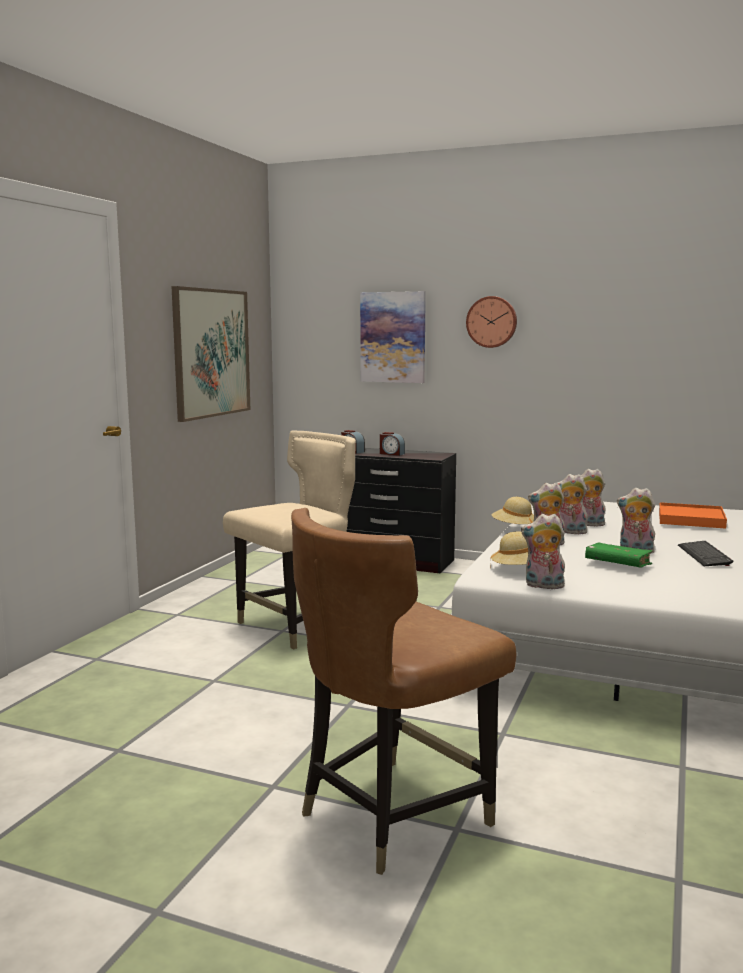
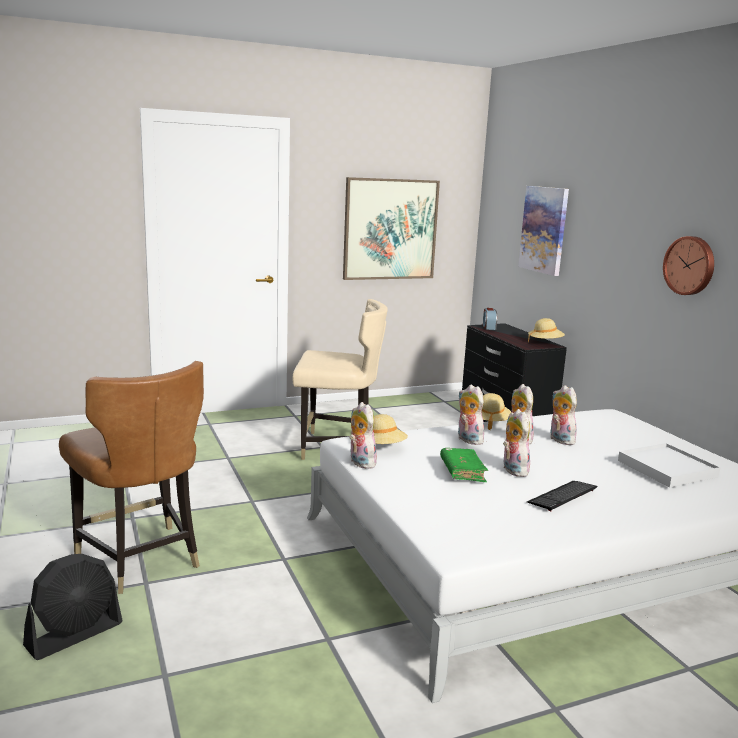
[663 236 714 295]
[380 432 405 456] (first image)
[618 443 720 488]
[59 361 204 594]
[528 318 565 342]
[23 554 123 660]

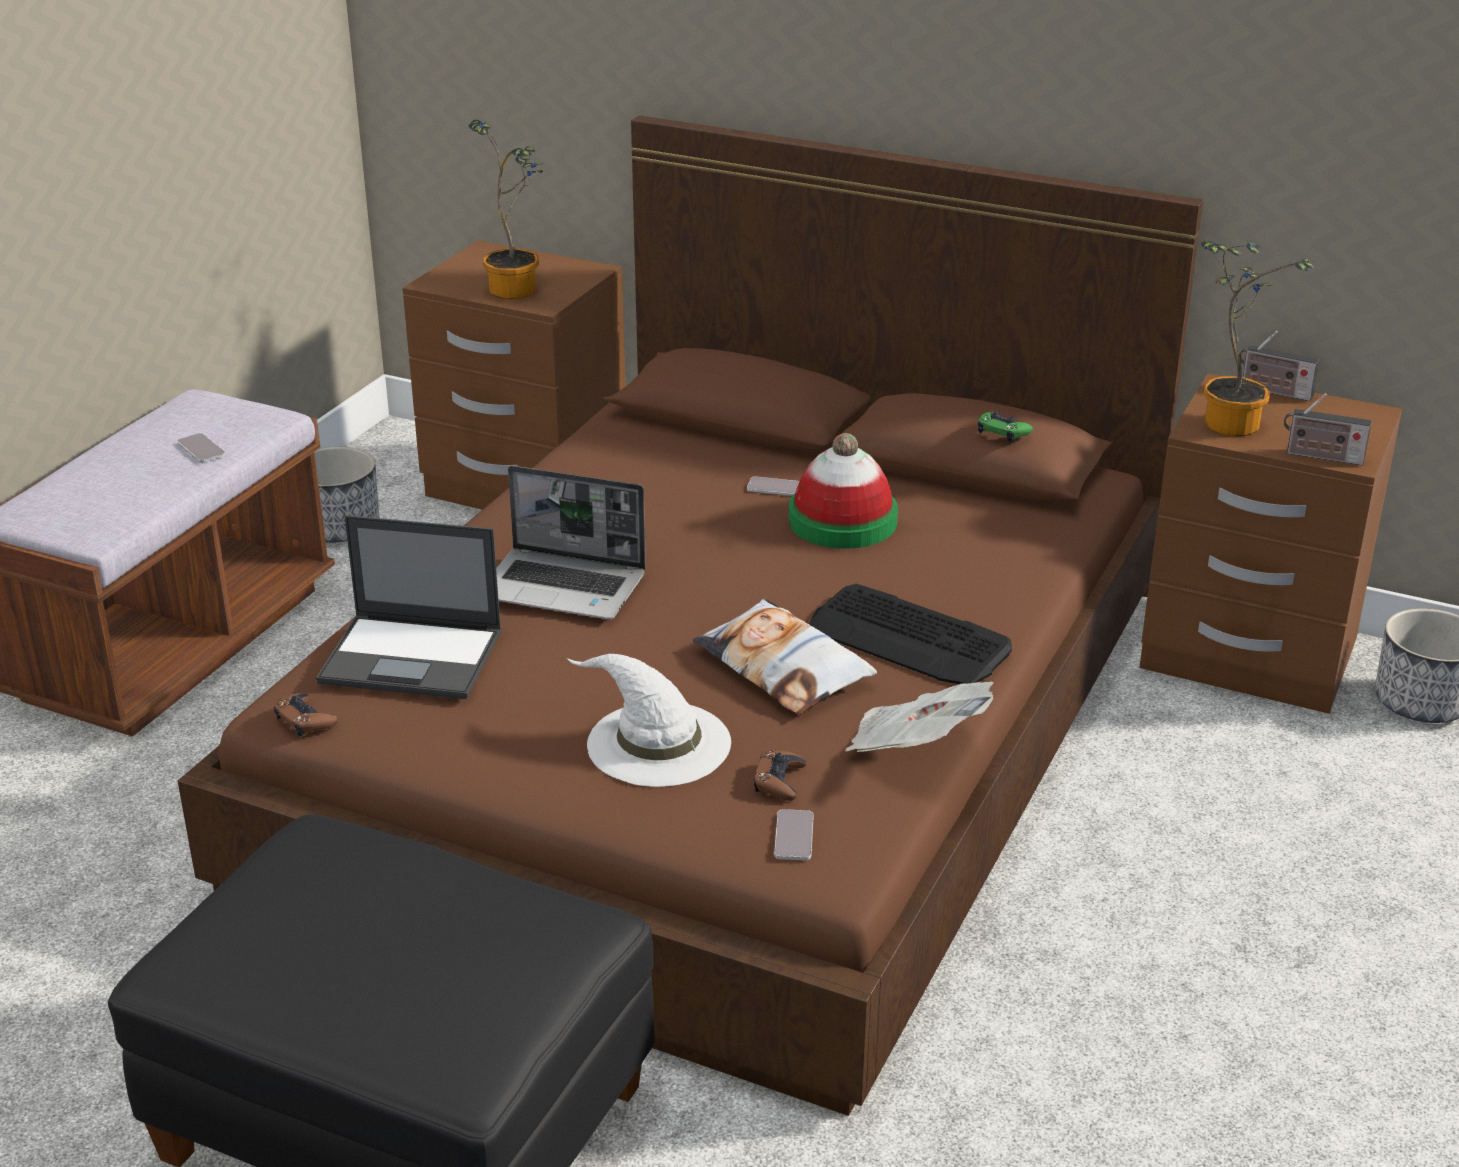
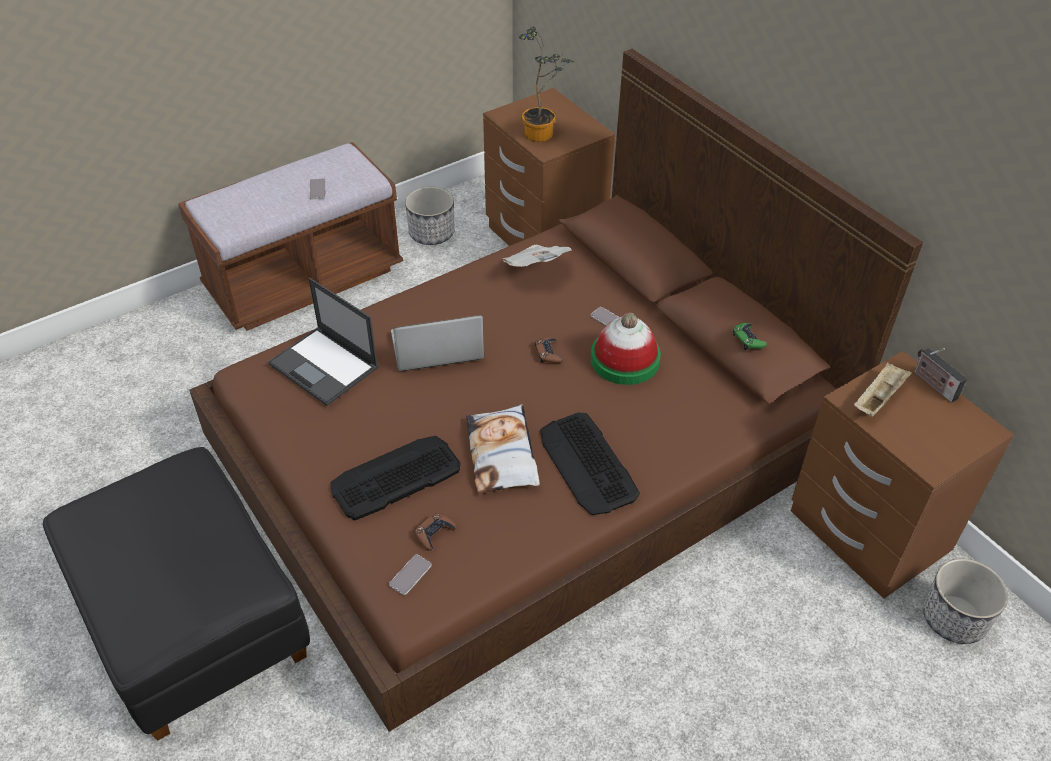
[854 362 912 417]
[1284 393 1372 466] (first image)
[391 315 484 371]
[330 436 460 520]
[503 245 572 267]
[535 337 563 363]

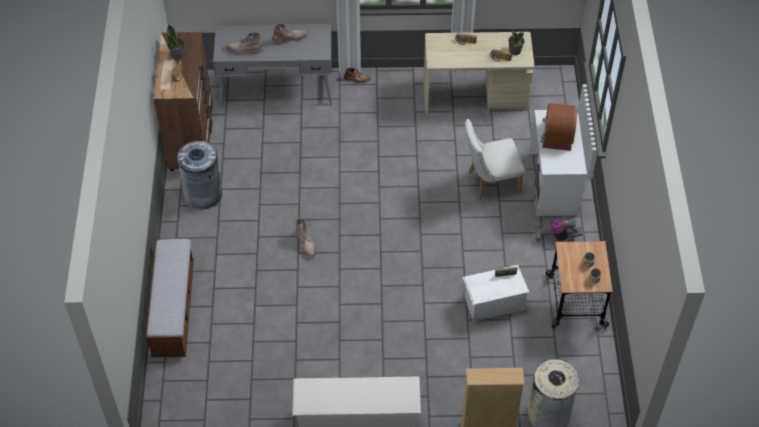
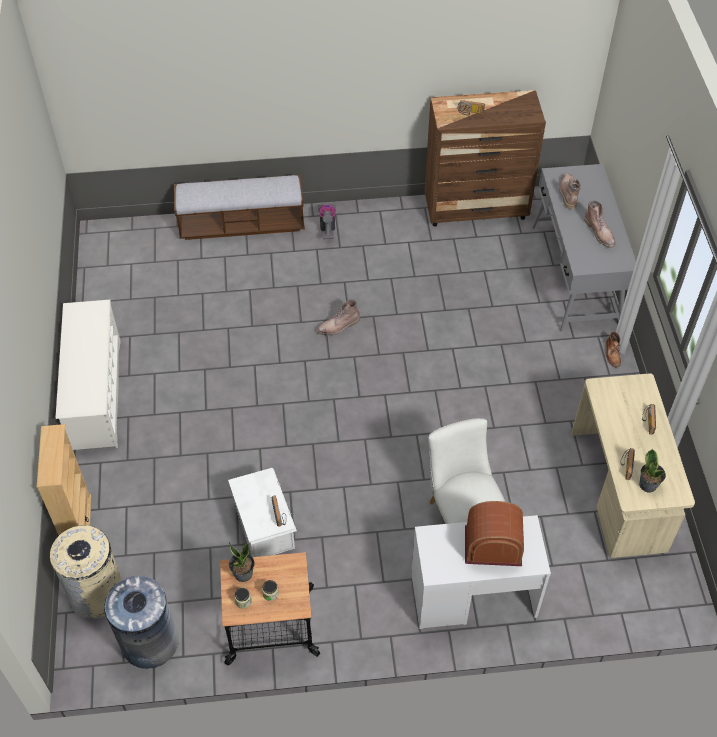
[229 541 255 582]
[104 576 179 669]
[318 204 336 239]

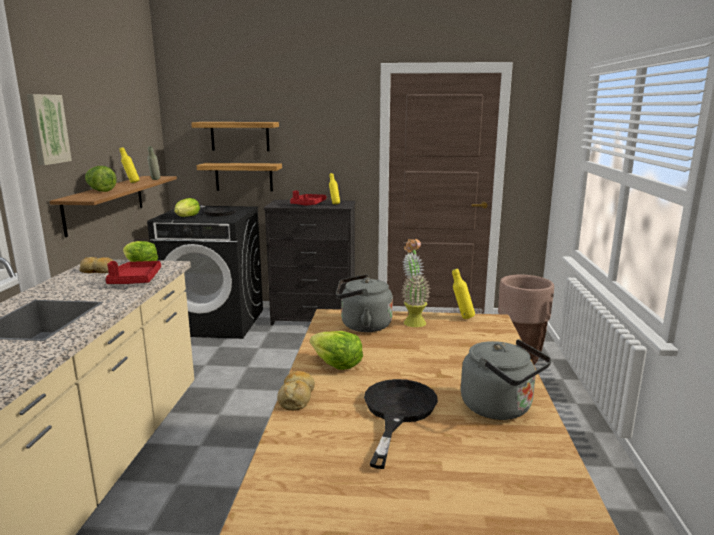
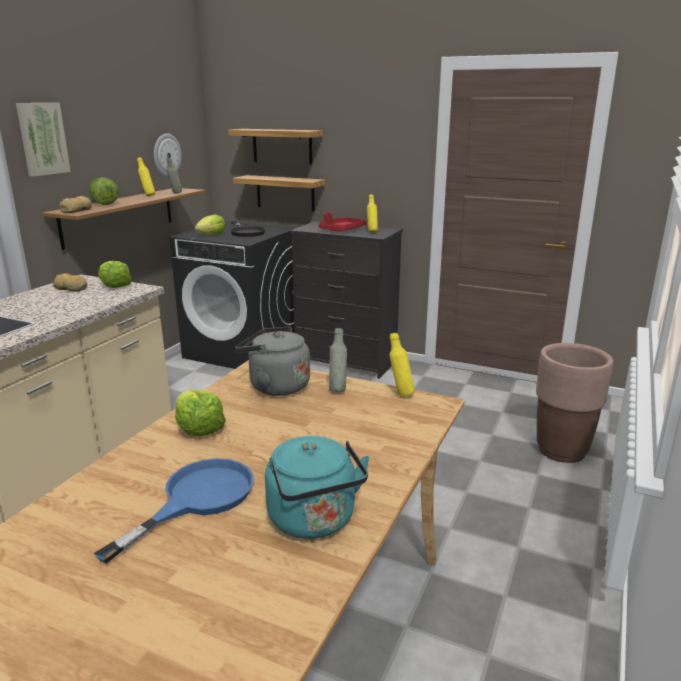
[329 328 347 391]
[105 261 161 284] (first image)
[265 436 370 539]
[59 196 92 213]
[93 458 254 564]
[154 133 182 177]

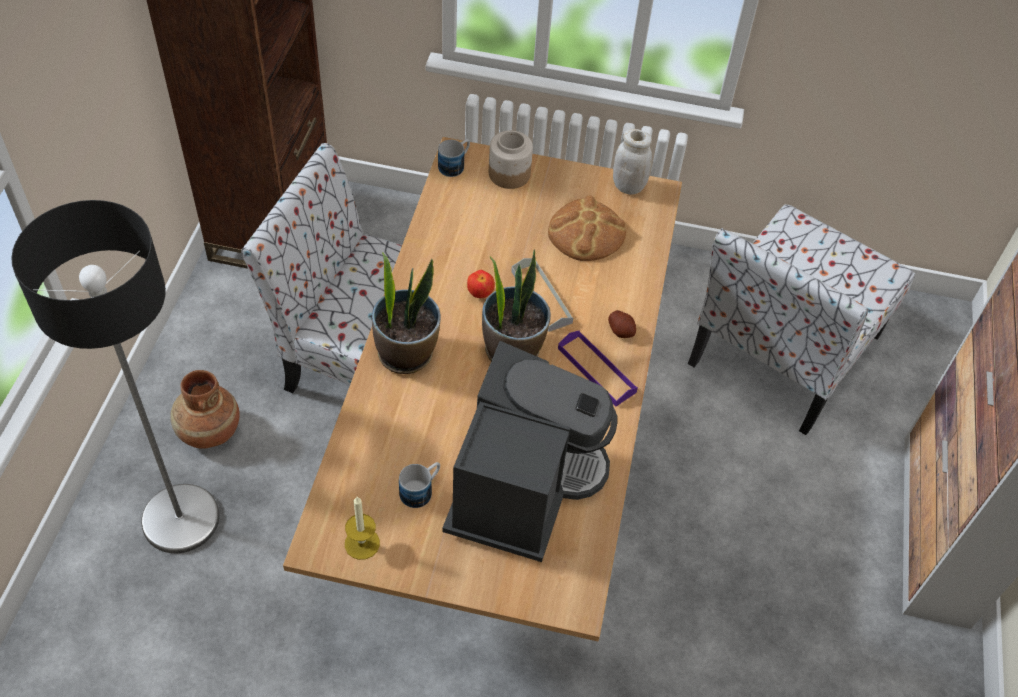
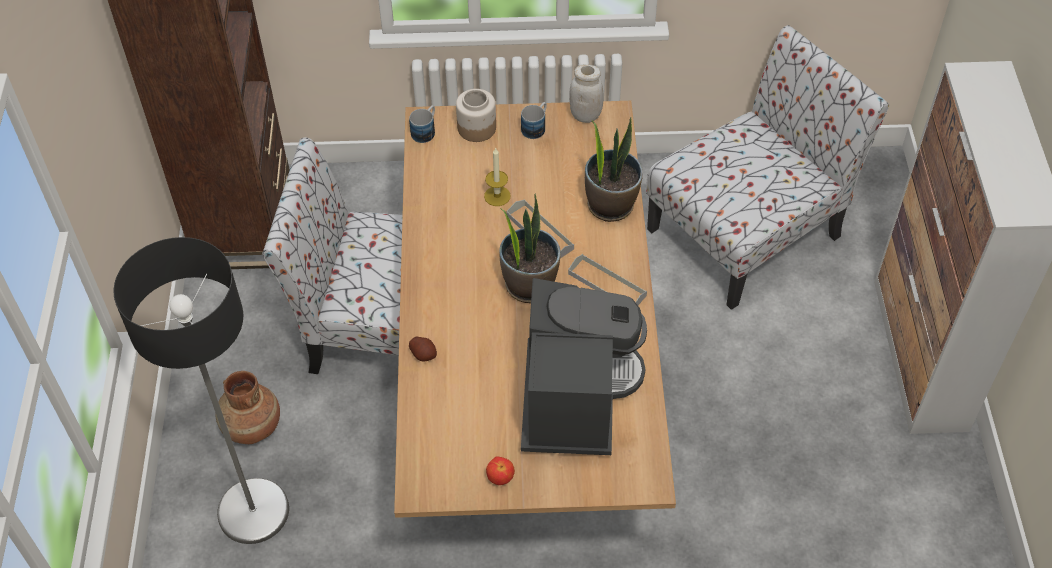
[548 195 626 261] (first image)
[646 25 889 310]
[585 117 643 222]
[486 457 515 485]
[409 337 437 362]
[568 254 647 305]
[521 102 547 139]
[484 147 511 206]

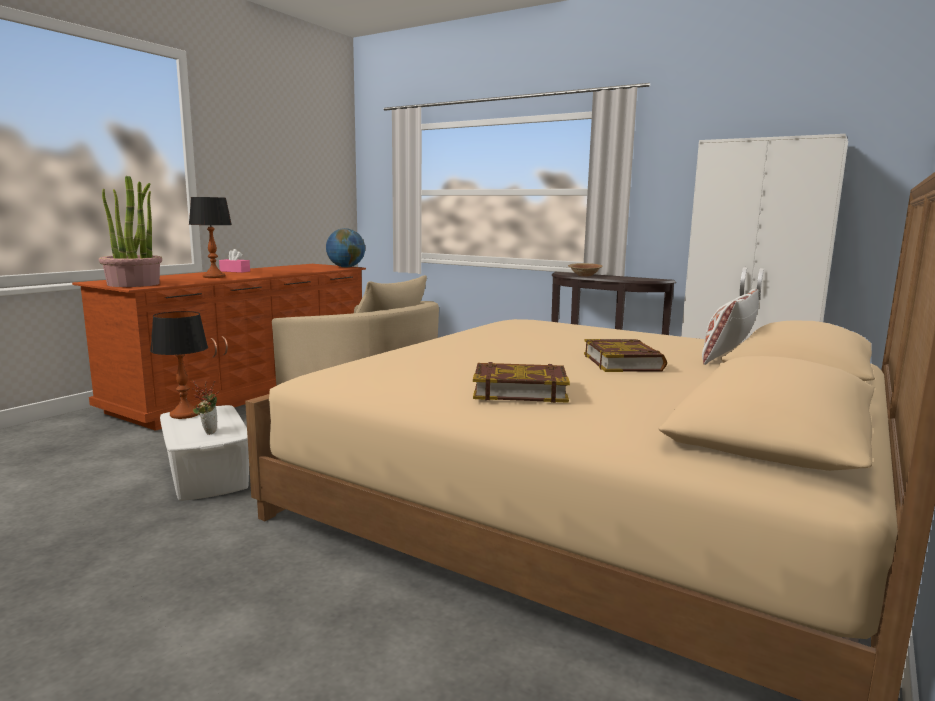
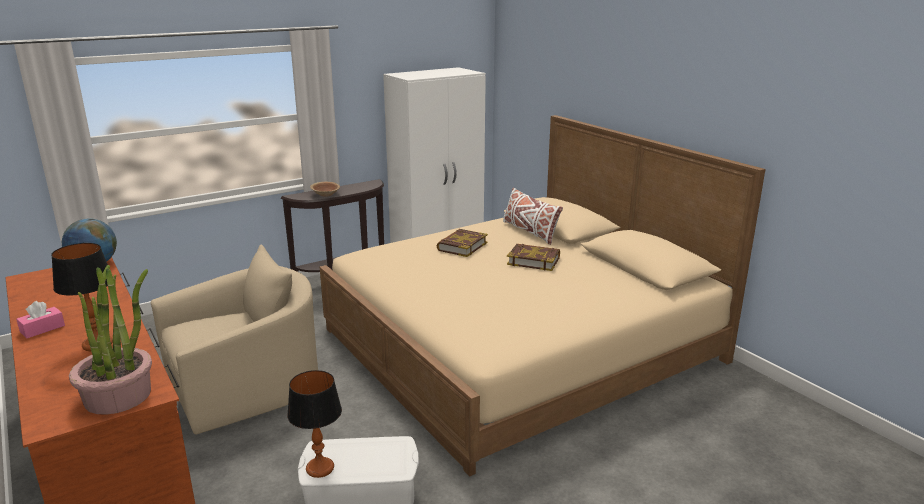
[437 229 488 257]
[192 379 219 435] (first image)

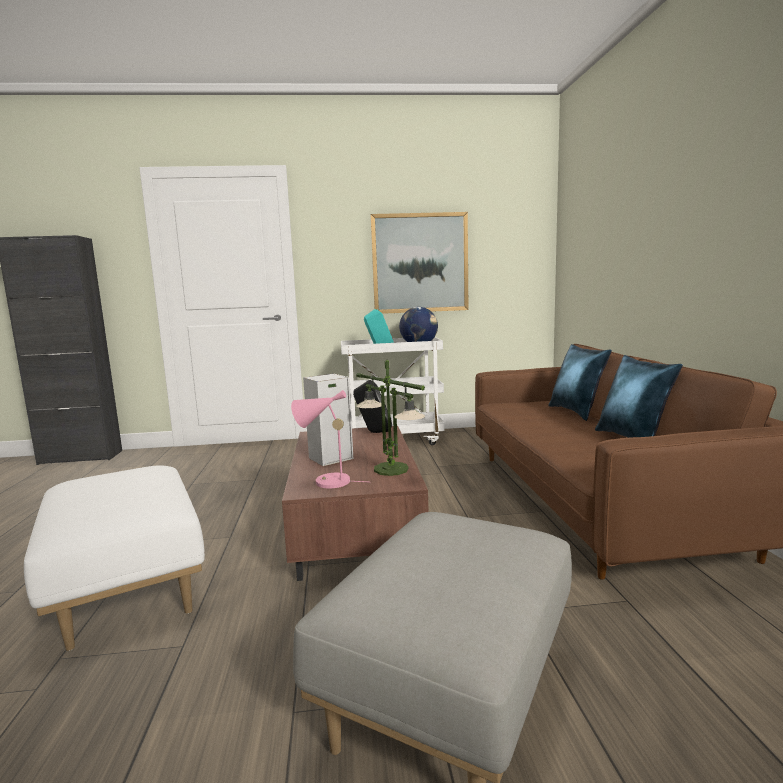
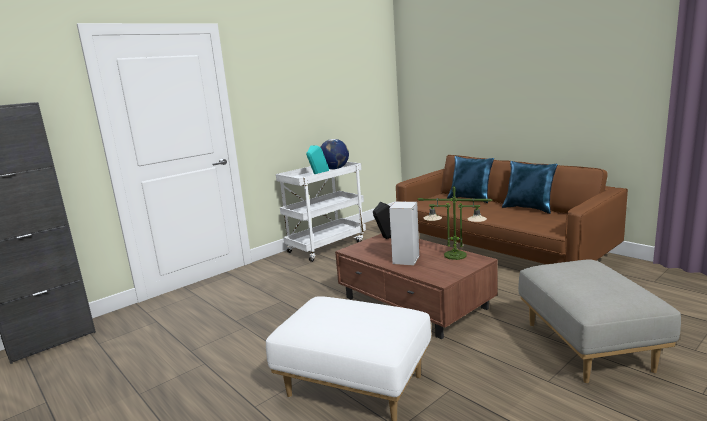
[371 212 468 314] (first image)
[291 390 370 489] (first image)

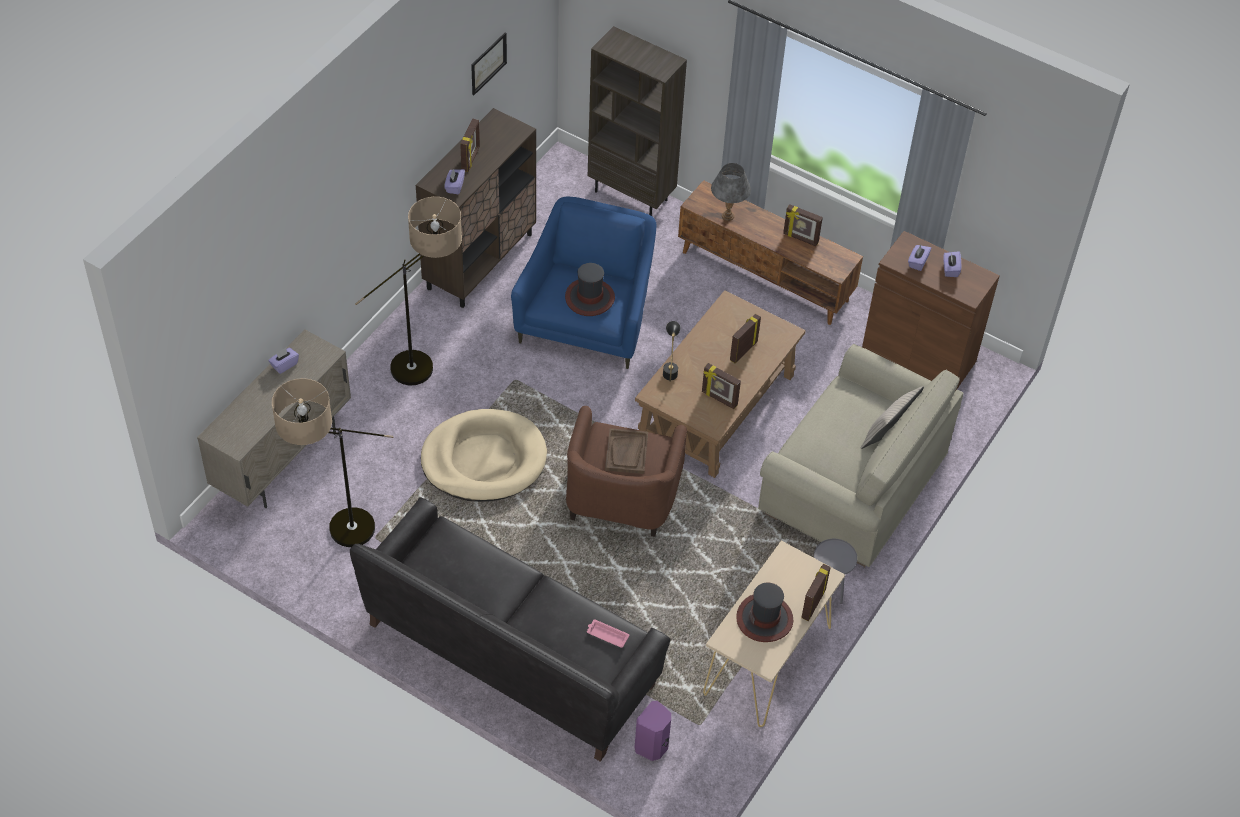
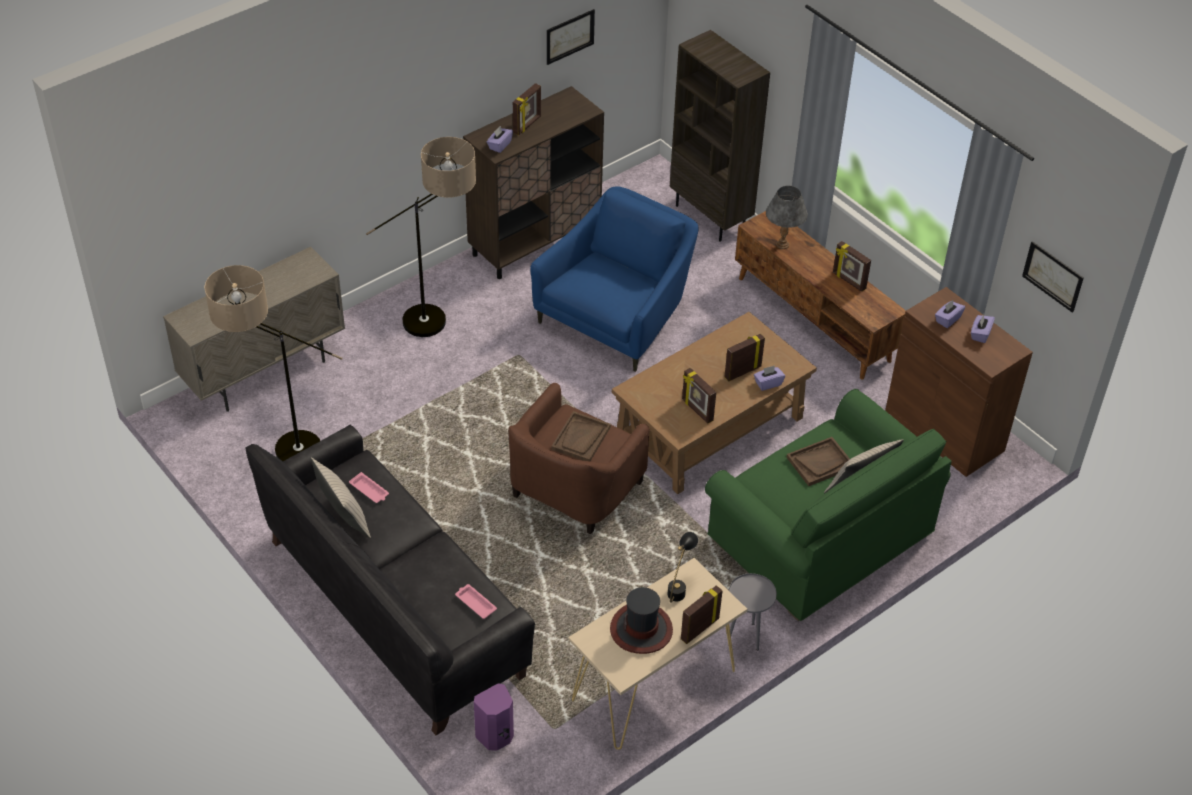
[565 263 615 316] (first image)
[667 532 698 603]
[705 389 952 621]
[754 365 785 391]
[421 409 547 502] (first image)
[1022 241 1084 313]
[786 437 850 486]
[311 458 371 538]
[349 472 389 503]

